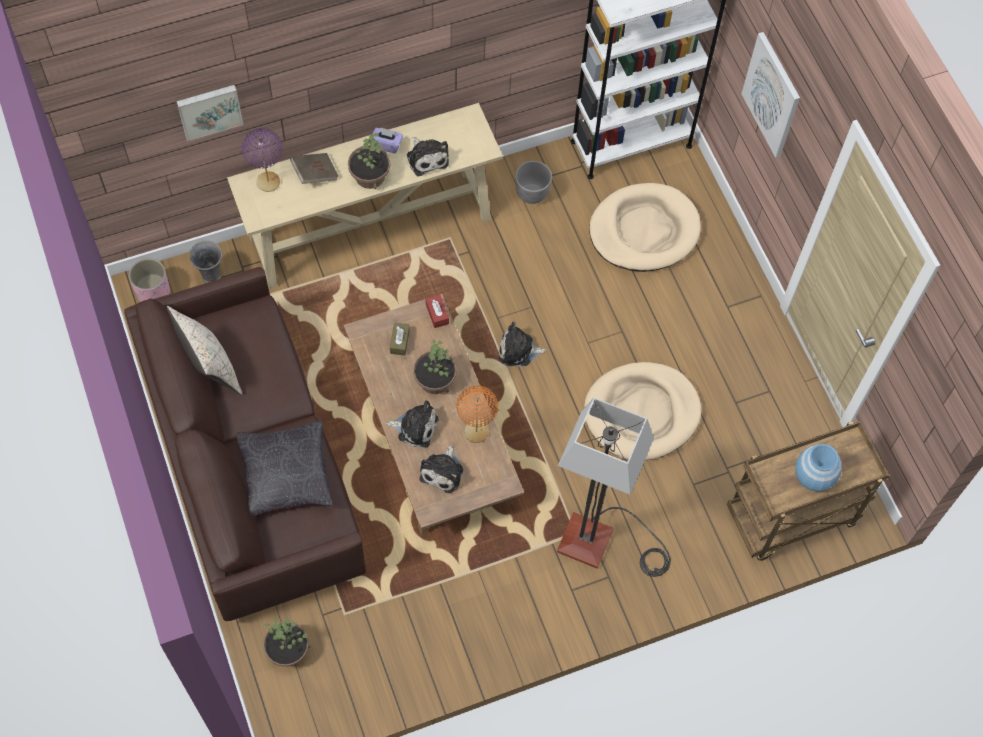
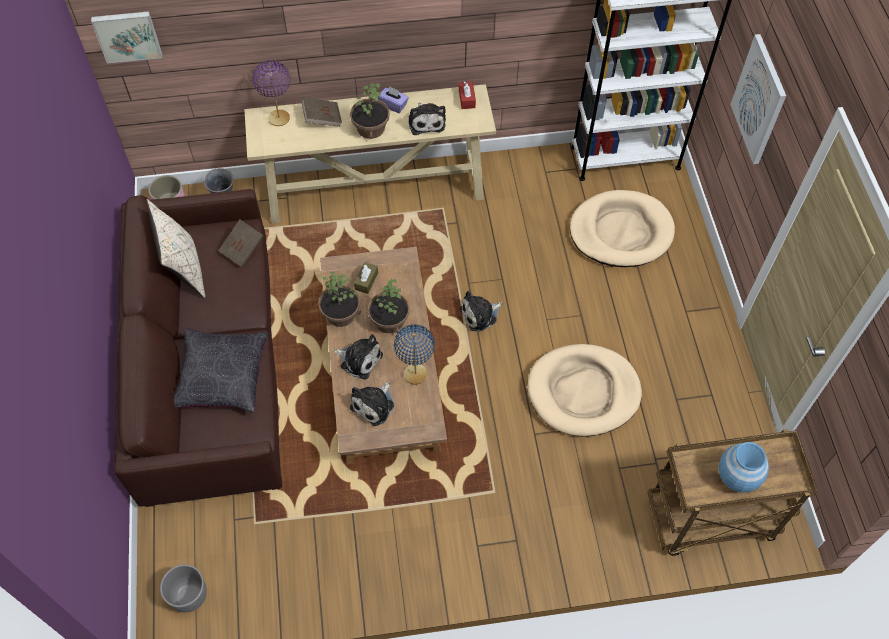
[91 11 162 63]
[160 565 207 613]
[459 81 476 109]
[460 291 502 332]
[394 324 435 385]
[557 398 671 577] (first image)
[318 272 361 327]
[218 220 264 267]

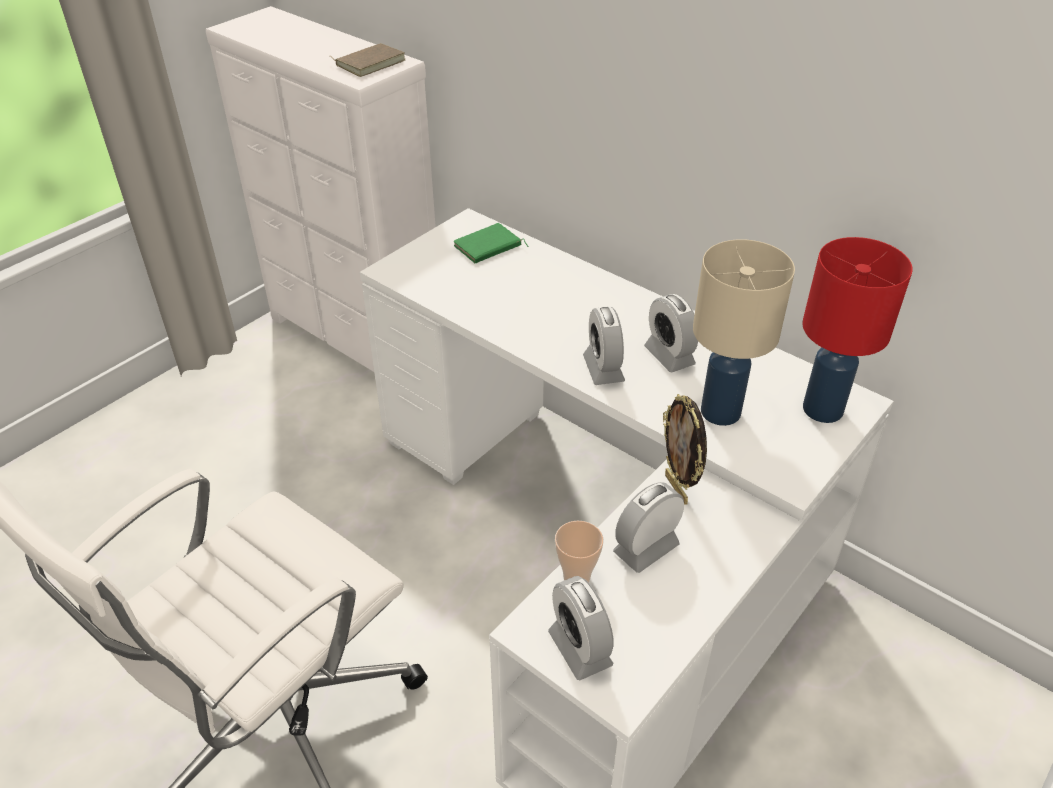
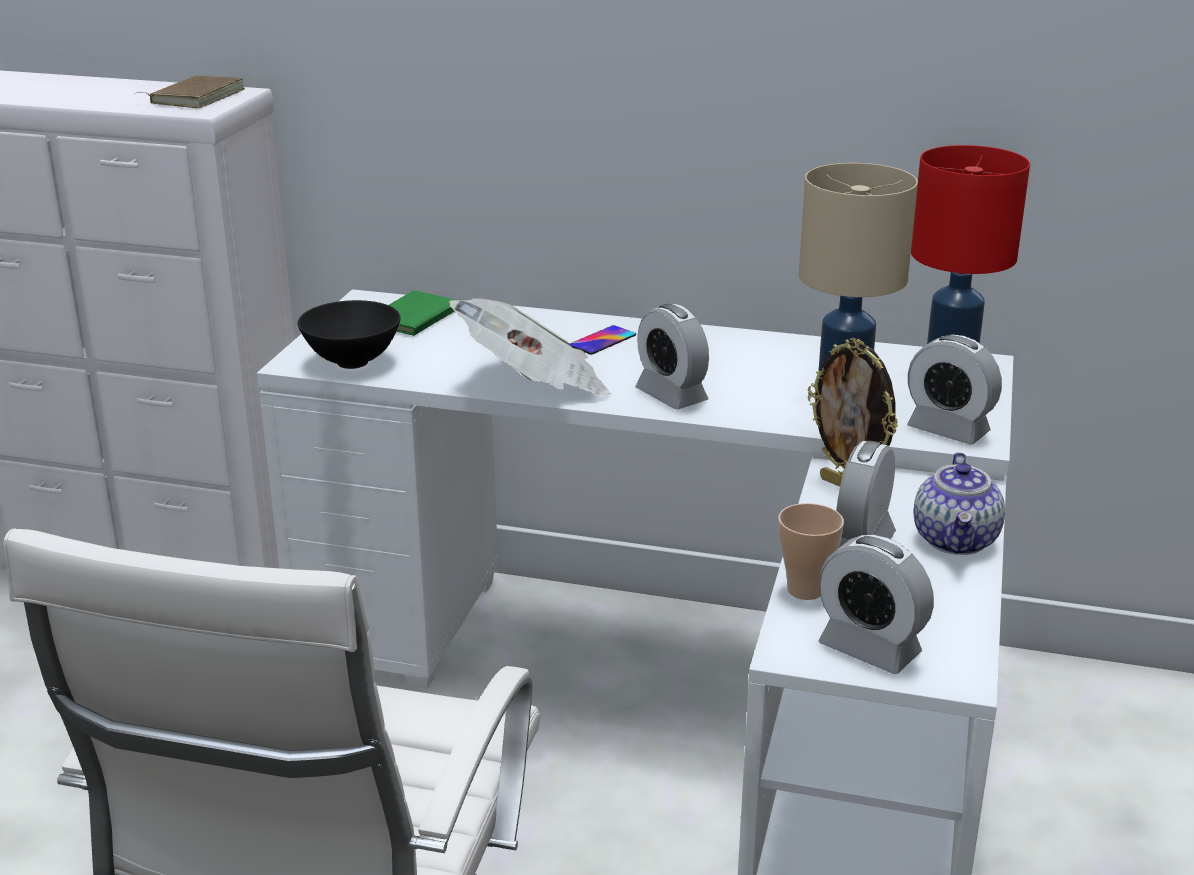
[907 335 1002 444]
[449 298 611 395]
[298 300 400 369]
[570 325 636 355]
[914 452 1005 555]

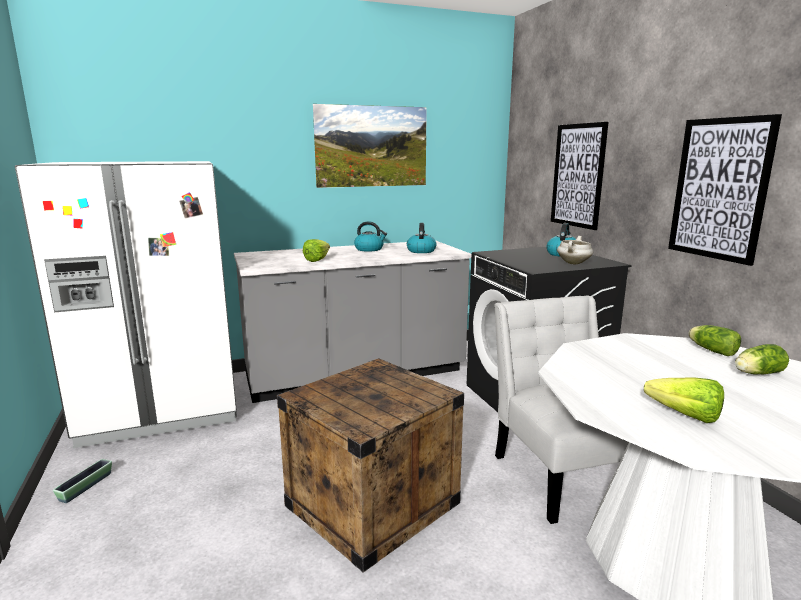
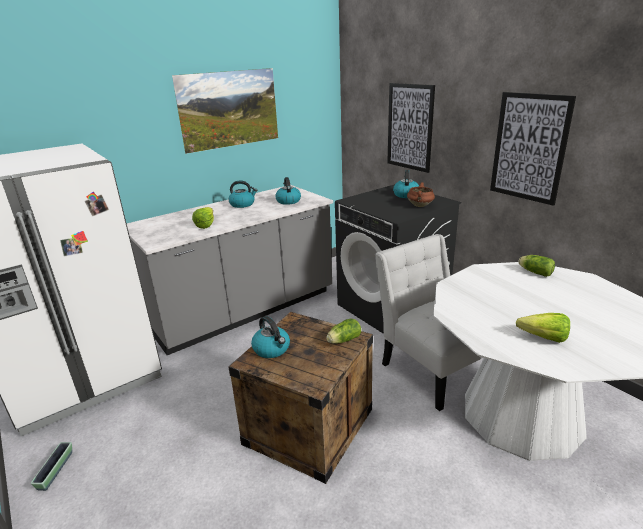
[407 182 435 207]
[326 318 361 344]
[251 316 290 358]

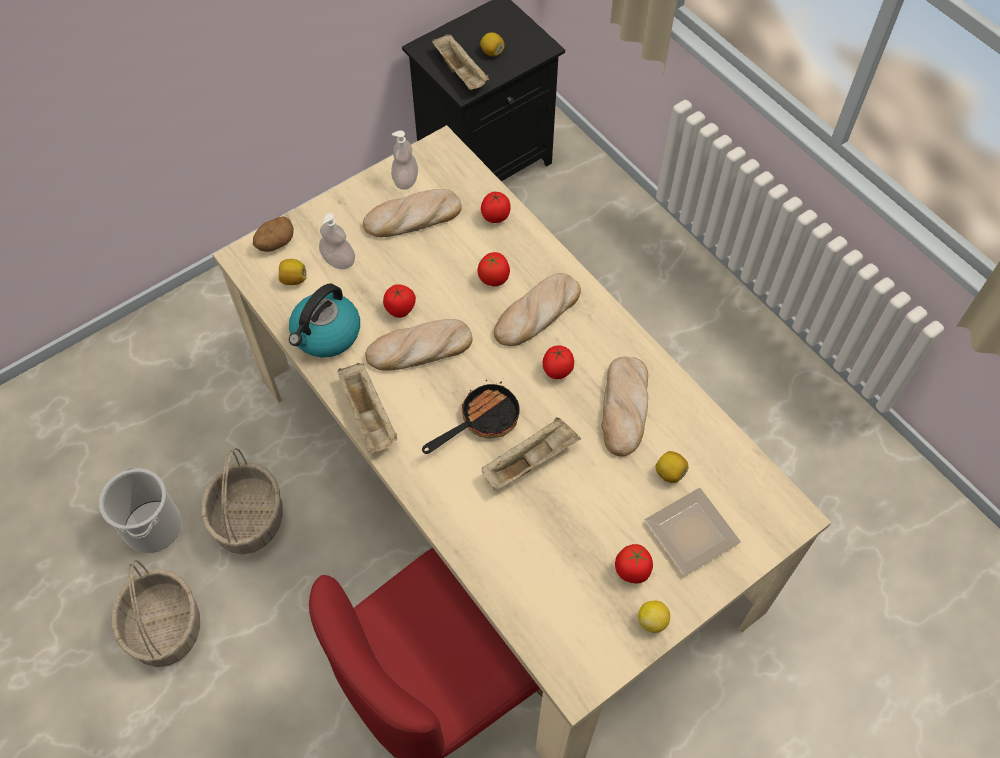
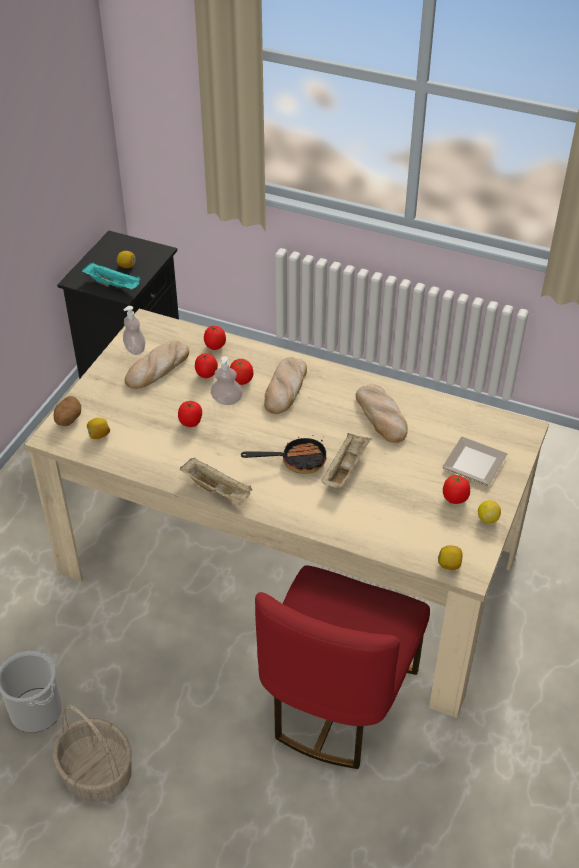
[82 262 141 290]
[211 356 242 405]
[289 284 360 358] (first image)
[366 319 472 371] (first image)
[195 353 218 378]
[241 435 326 474]
[201 448 283 554] (first image)
[438 545 463 570]

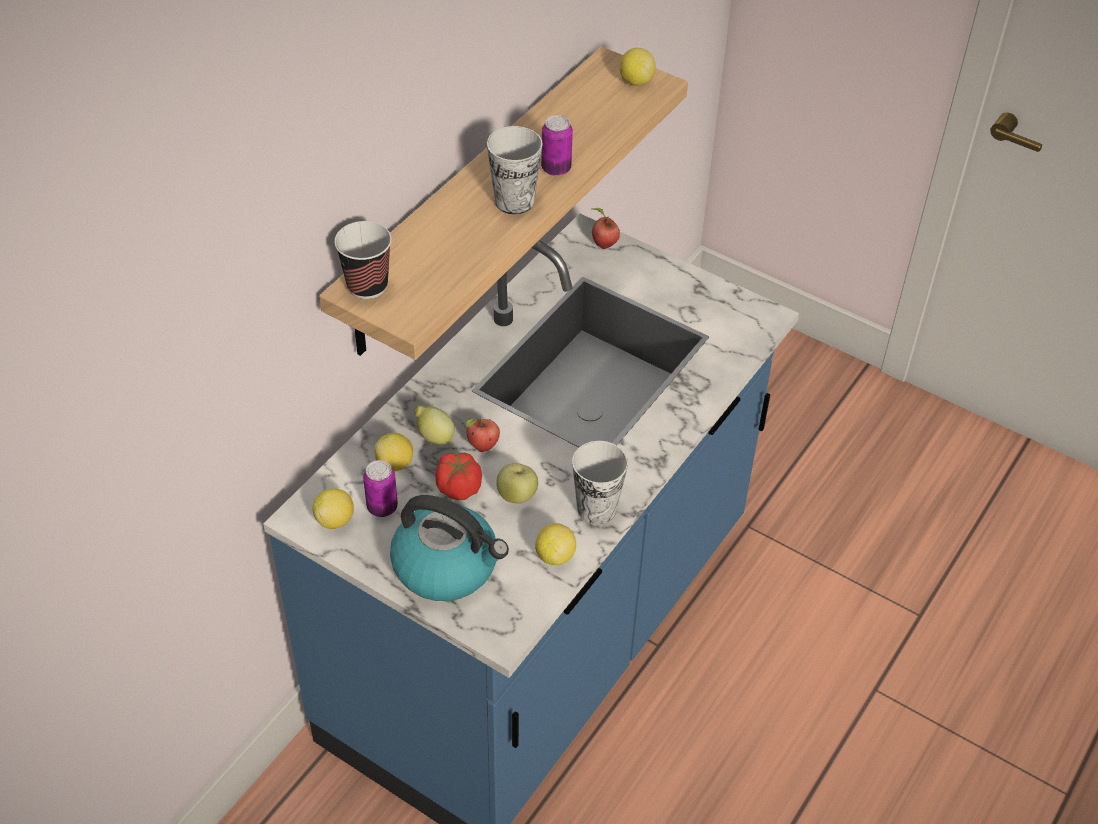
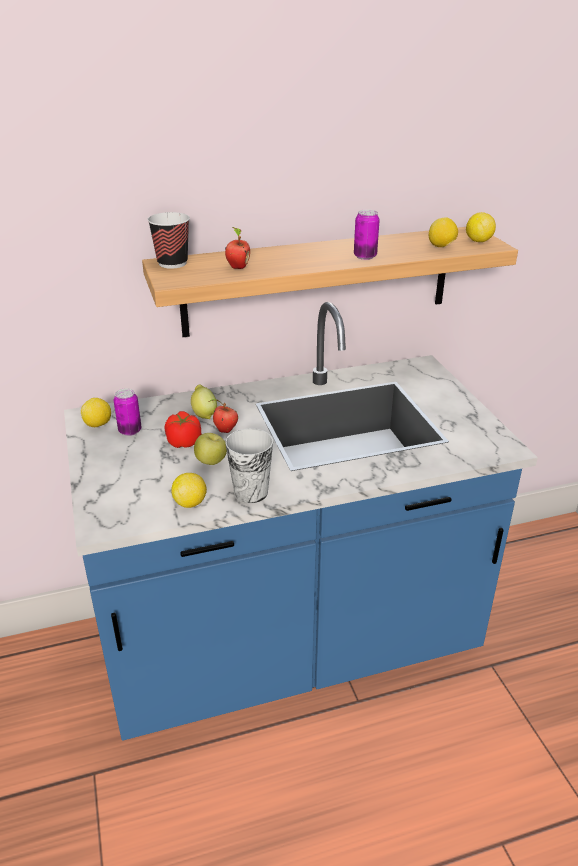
[487 126 543 215] (first image)
[225 227 250 269]
[429 217 458 247]
[390 495 509 601] (first image)

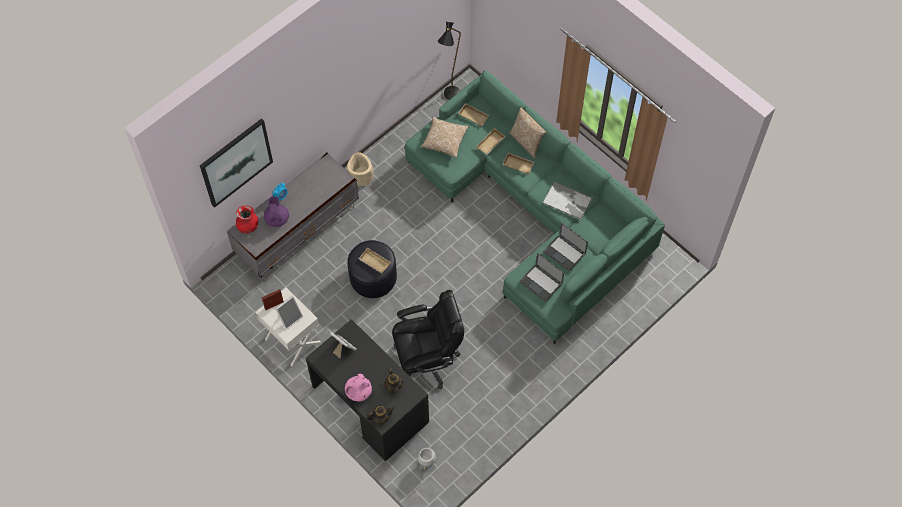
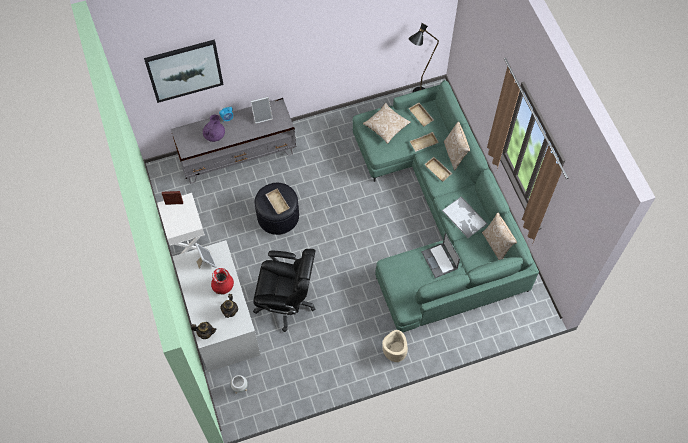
[382 330 408 362]
[211 268 234 295]
[519 253 564 302] (first image)
[251 97 273 124]
[173 240 260 372]
[345 374 372 401] (first image)
[482 213 517 260]

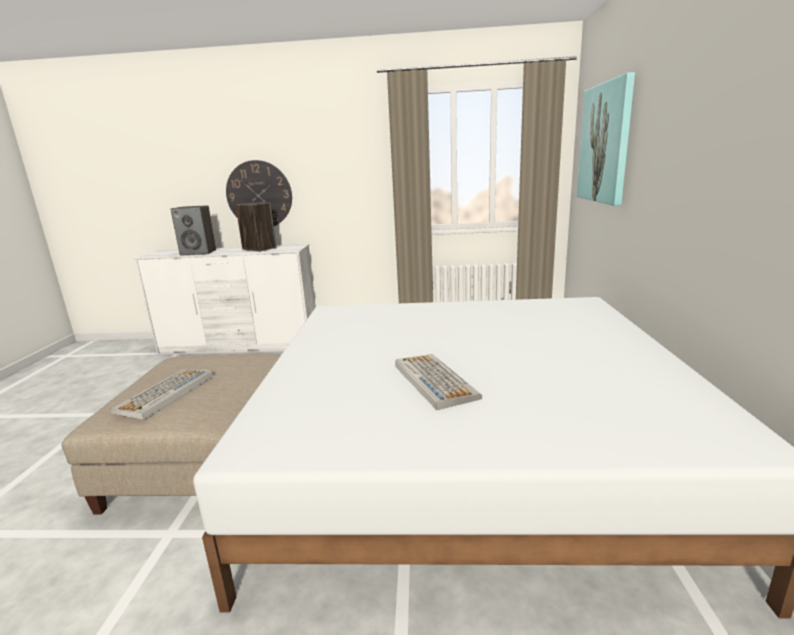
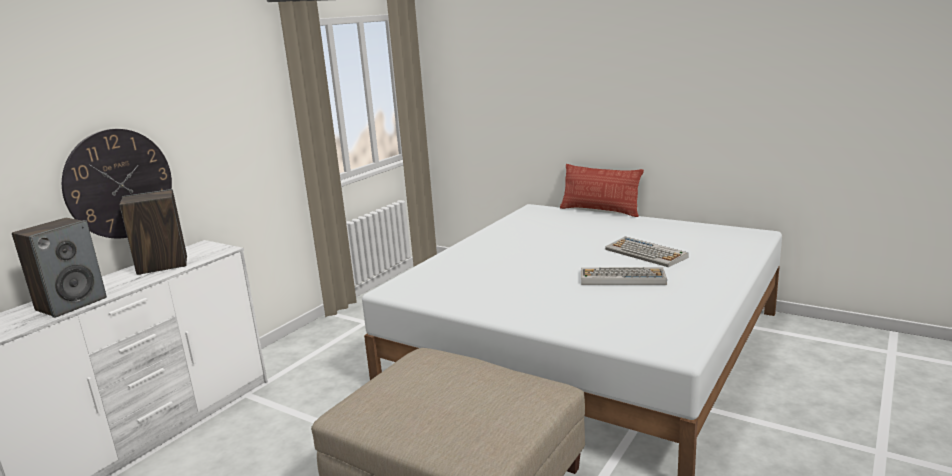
[577 72 635 206] (first image)
[605 237 689 267]
[560 164 644 217]

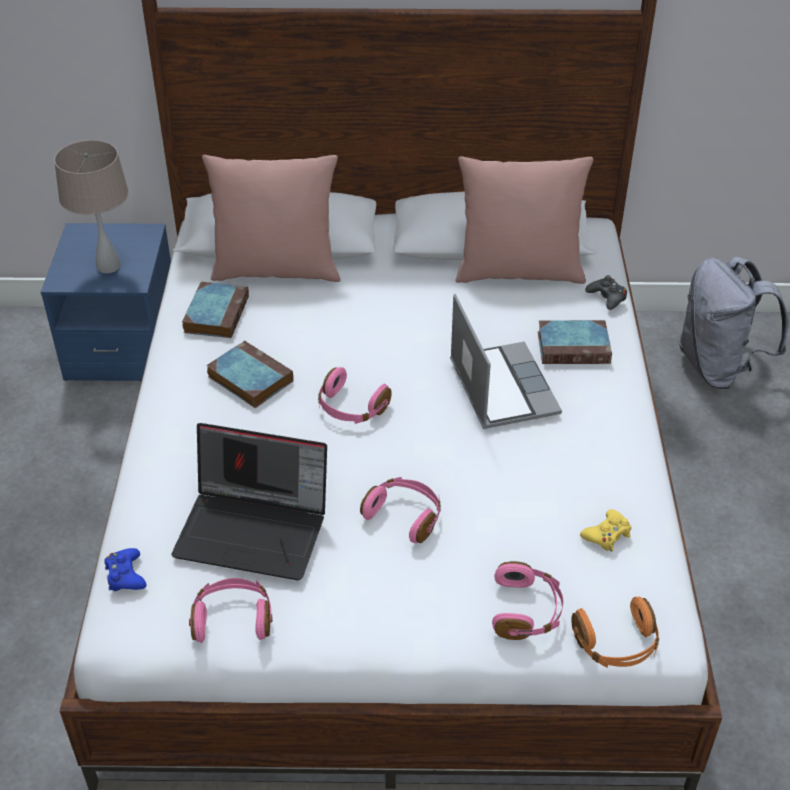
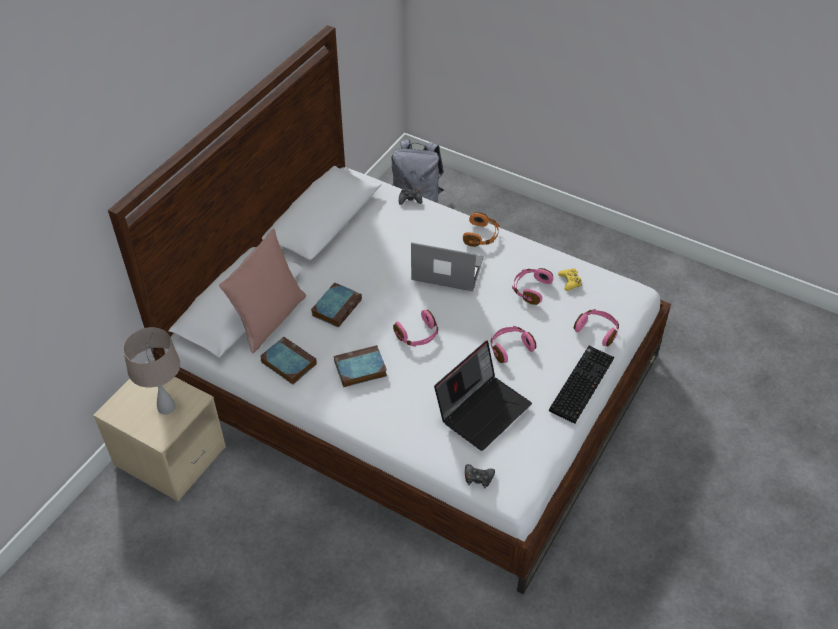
[455 156 593 284] (first image)
[93 362 226 502]
[311 282 362 328]
[465 464 495 488]
[512 268 553 305]
[463 212 499 247]
[549 346 614 424]

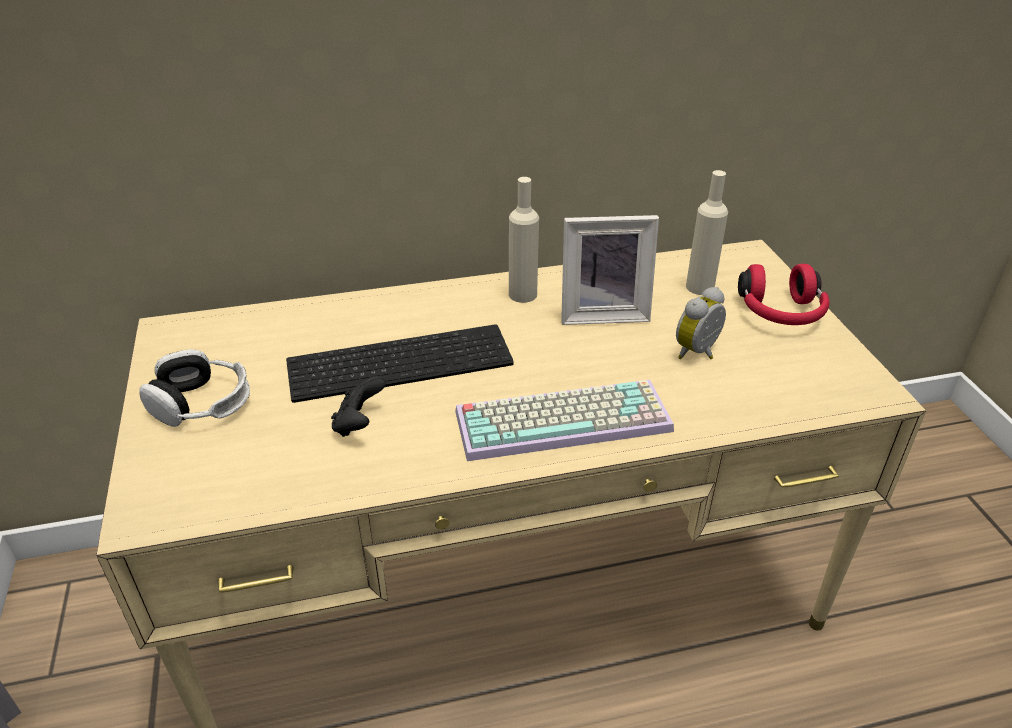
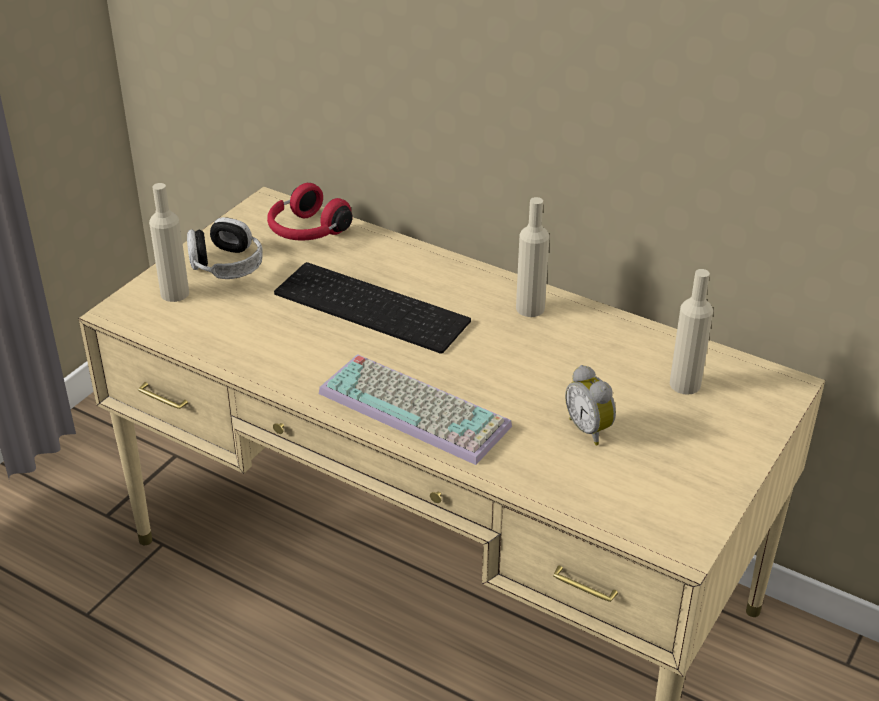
[561 215 659 325] (first image)
[267 183 353 241]
[565 365 616 446]
[331 376 386 437] (first image)
[149 183 189 302]

